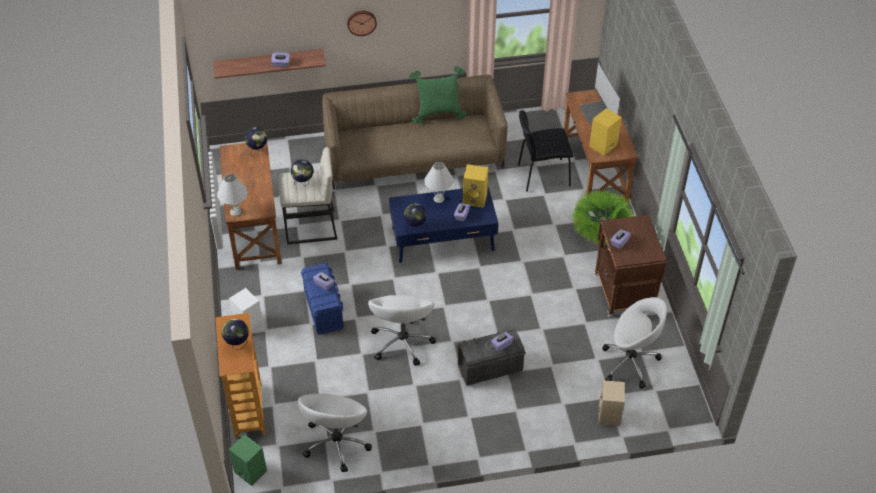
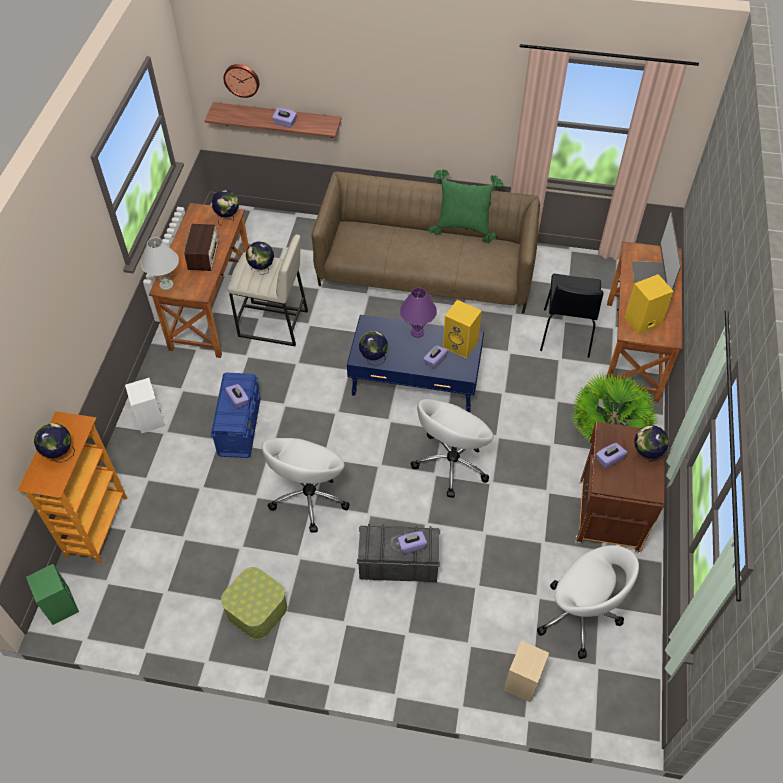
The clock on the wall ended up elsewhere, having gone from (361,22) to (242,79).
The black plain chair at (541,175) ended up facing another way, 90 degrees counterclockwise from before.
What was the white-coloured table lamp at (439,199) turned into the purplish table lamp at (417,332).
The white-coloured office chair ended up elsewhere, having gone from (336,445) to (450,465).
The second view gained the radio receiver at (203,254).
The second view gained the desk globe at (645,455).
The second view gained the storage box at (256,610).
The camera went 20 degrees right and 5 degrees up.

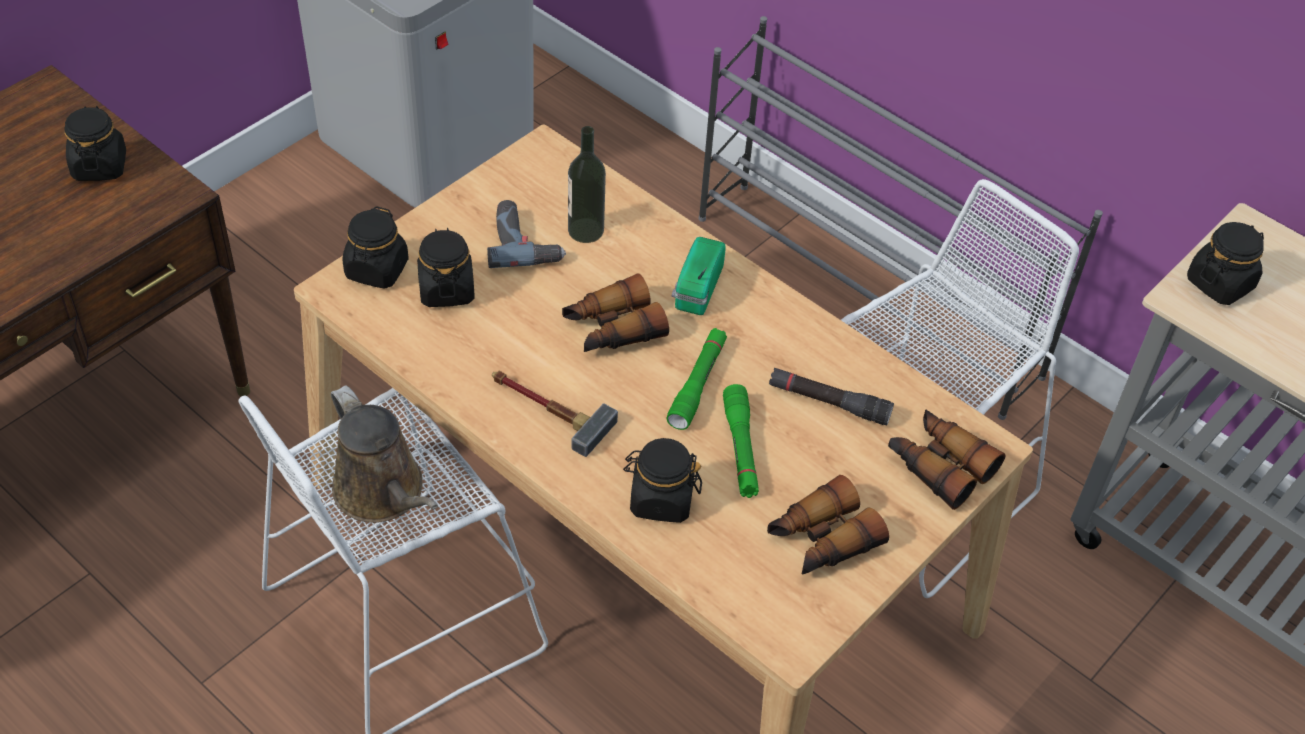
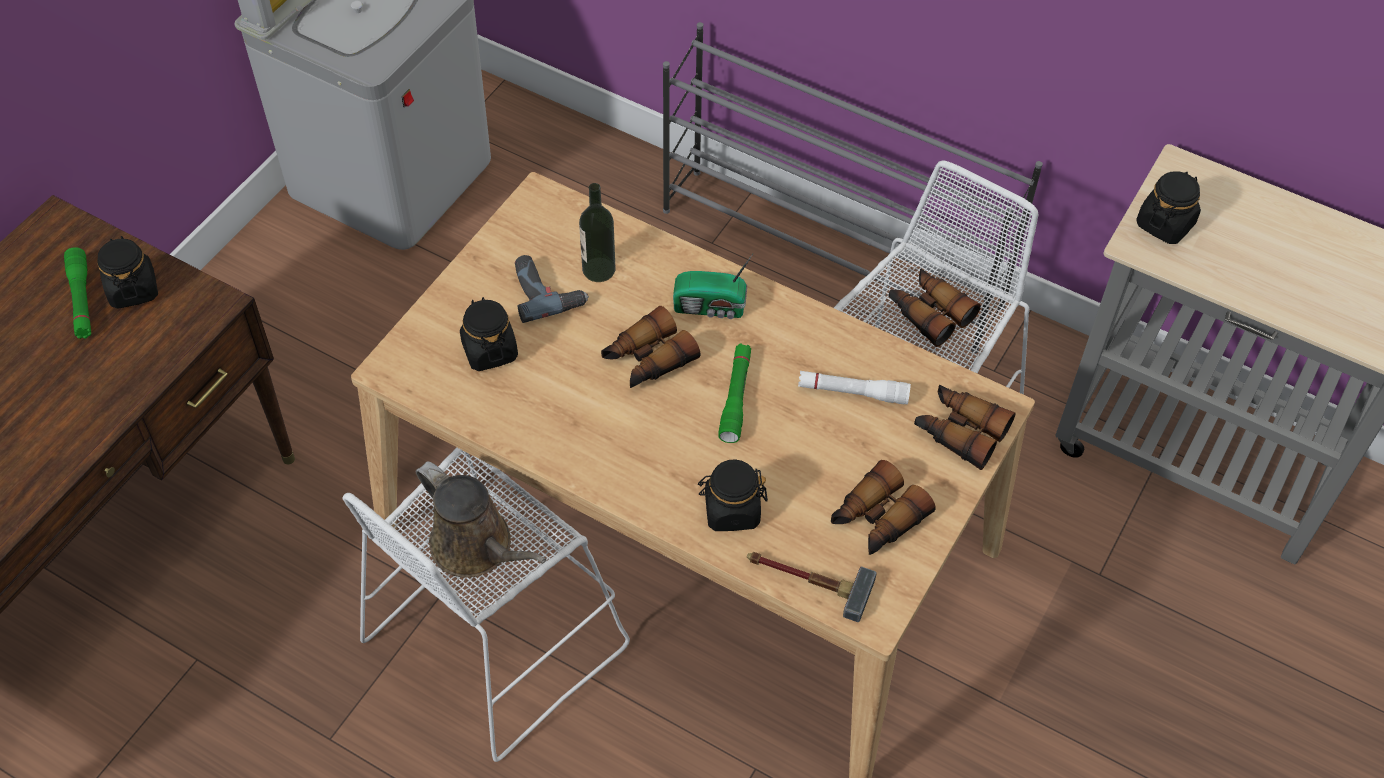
The second view lost the black preserve jar at (376,270).
The radio receiver at (696,289) ended up facing another way, 90 degrees counterclockwise from before.
What was the black flashlight at (828,402) turned into the white-coloured flashlight at (852,392).
The hand hammer ended up elsewhere, having gone from (546,409) to (806,580).
The green-coloured flashlight ended up elsewhere, having gone from (740,448) to (81,300).
The second view gained the field glasses at (929,312).
The camera went 10 degrees left and 5 degrees up.

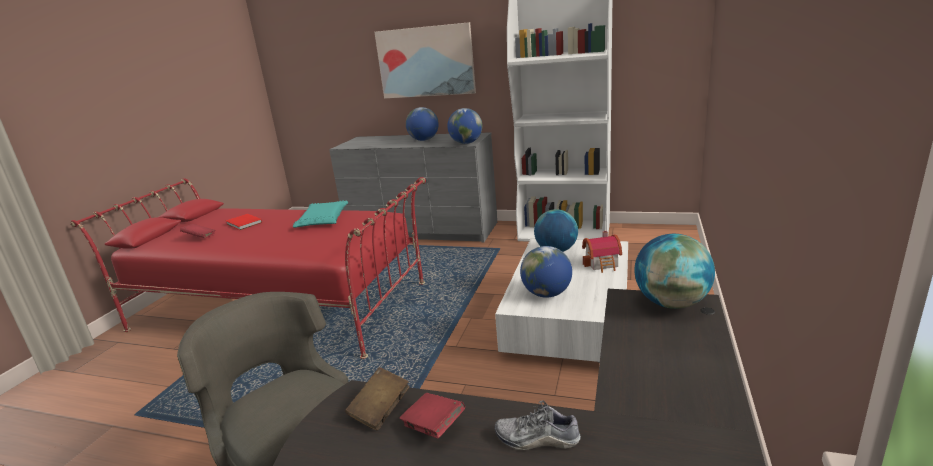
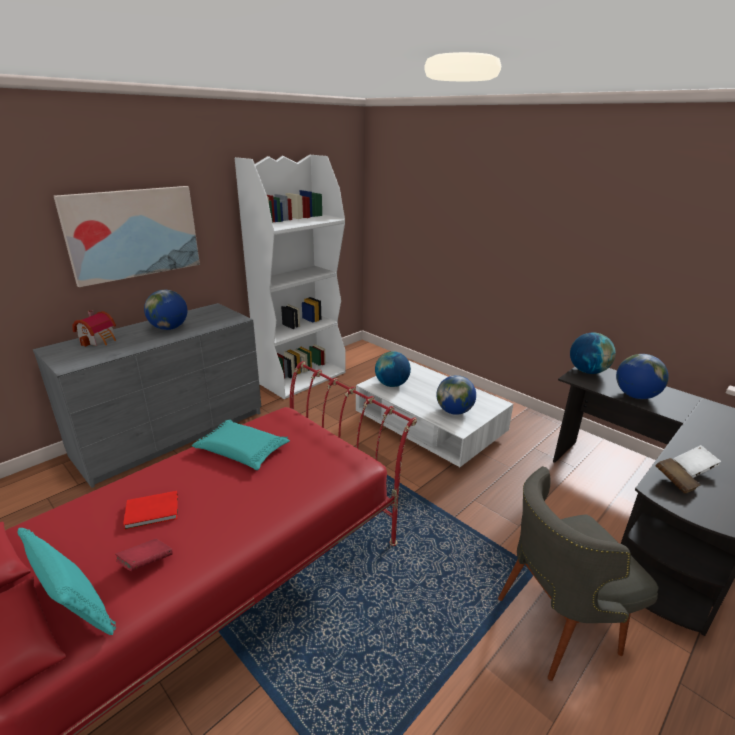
The desk globe ended up elsewhere, having gone from (466,143) to (635,396).
The miniature house ended up elsewhere, having gone from (603,264) to (99,340).
What was the red-coloured book at (433,426) turned into the white-coloured book at (693,469).
The second view lost the low shoe at (537,439).
The second view gained the turquoise-coloured pillow at (75,605).
The camera went 65 degrees left and 5 degrees up.

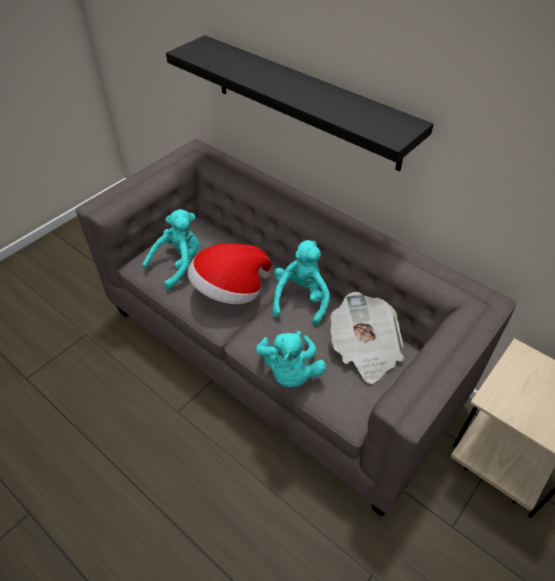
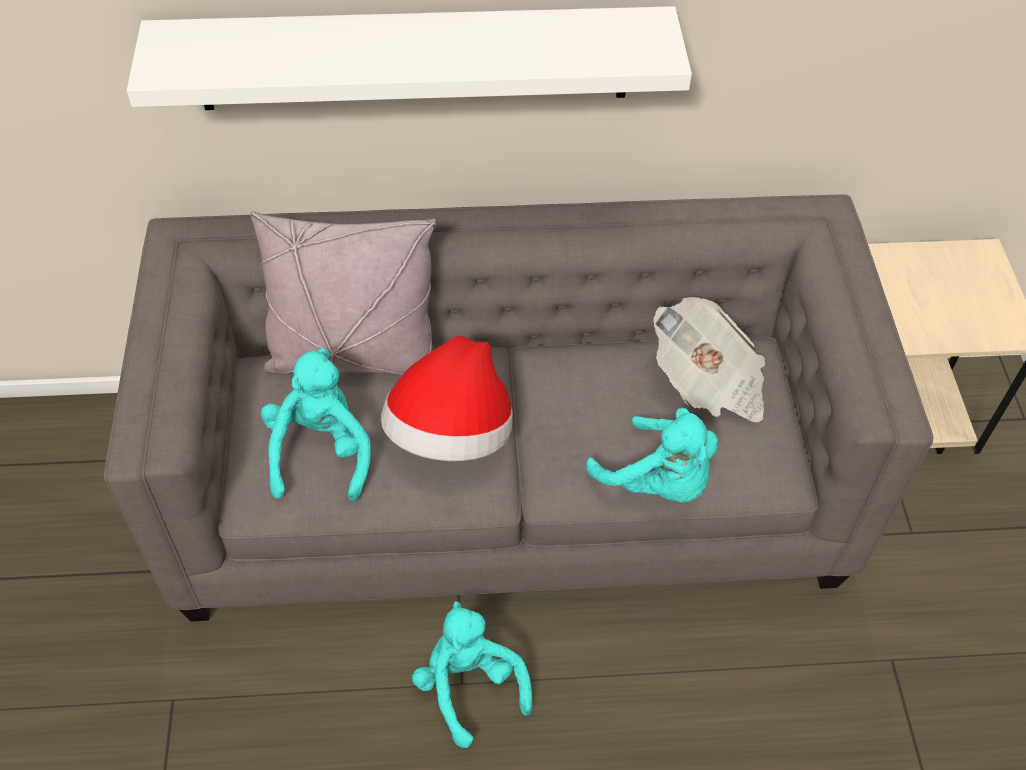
What was the black shelf at (305,101) turned into the white-coloured shelf at (414,58).
The turquoise-coloured cuddly toy ended up elsewhere, having gone from (301,299) to (469,686).
The second view gained the purplish pillow at (353,357).
The camera went 45 degrees left and 5 degrees up.

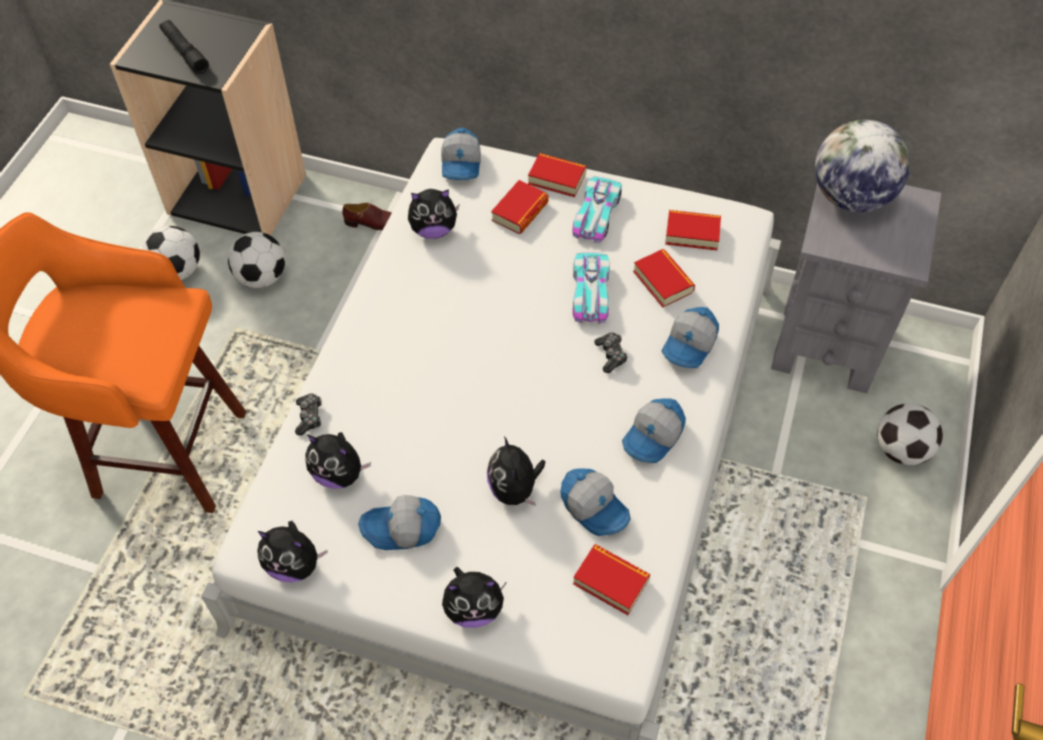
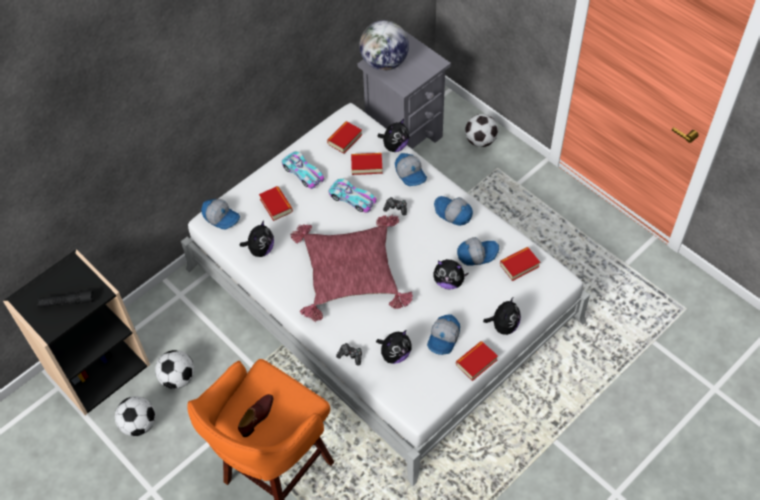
The book ended up elsewhere, having gone from (557,178) to (476,362).
The brownish low shoe ended up elsewhere, having gone from (373,223) to (257,417).
The peaked cap at (654,437) ended up facing another way, 150 degrees clockwise from before.
The cuddly toy ended up elsewhere, having gone from (294,564) to (395,146).
The second view gained the red-coloured pillow at (351,269).
The camera went 60 degrees left and 0 degrees up.

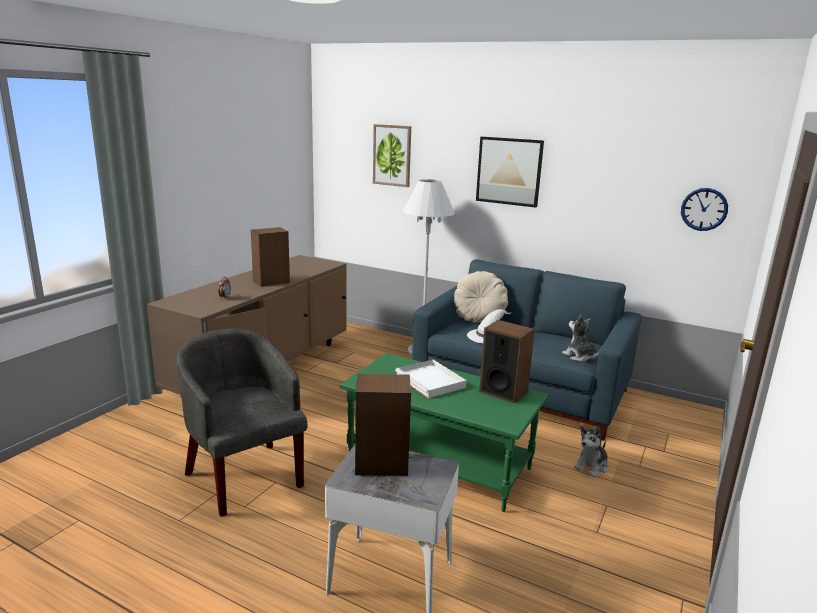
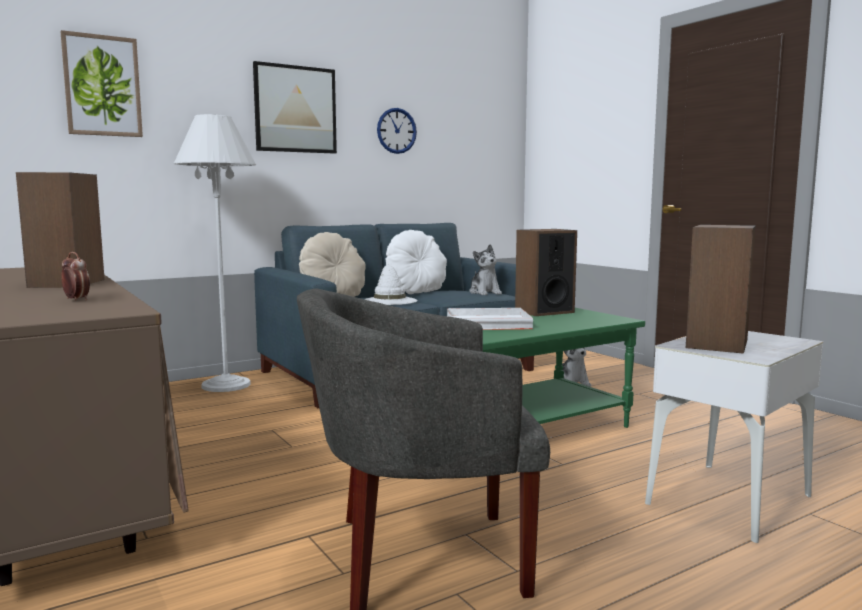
The clock on the wall ended up elsewhere, having gone from (704,209) to (396,131).
The cuddly toy at (579,357) ended up facing another way, 105 degrees counterclockwise from before.
The second view gained the white-coloured pillow at (416,292).
The camera went 60 degrees left and 10 degrees down.

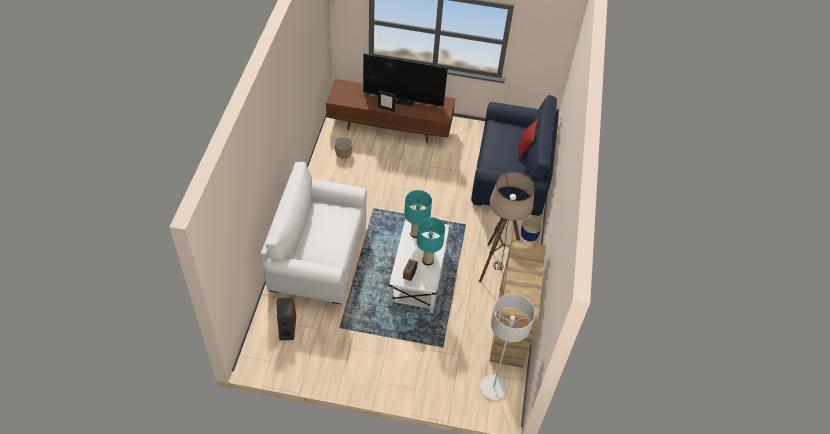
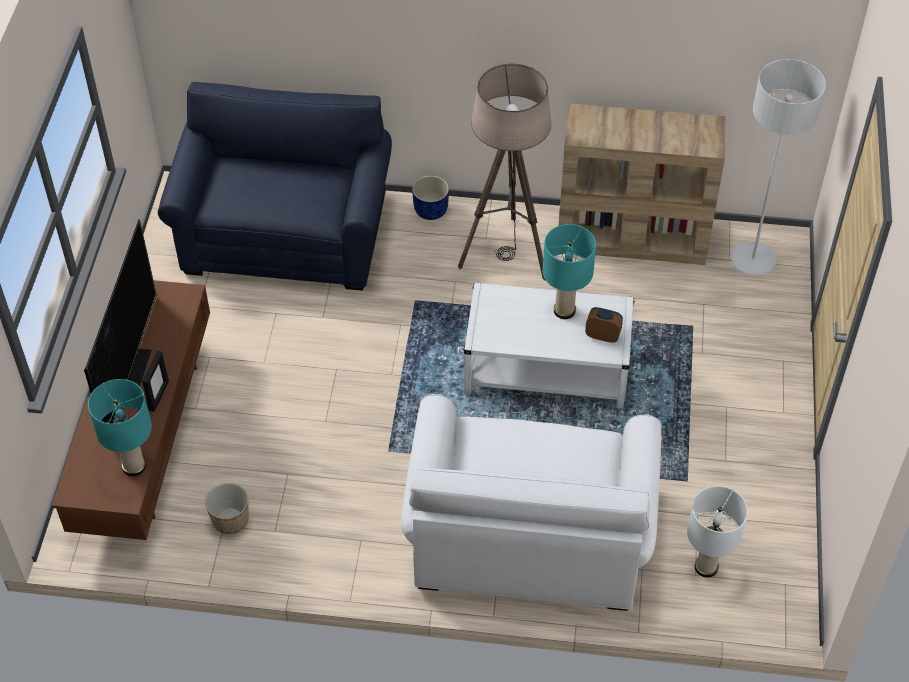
The second view lost the red-coloured pillow at (525,149).
The turquoise-coloured table lamp ended up elsewhere, having gone from (415,233) to (133,466).
Where the speaker stood at (287,327), the white-coloured table lamp came to stand at (705,567).
The camera went 90 degrees left and 0 degrees up.

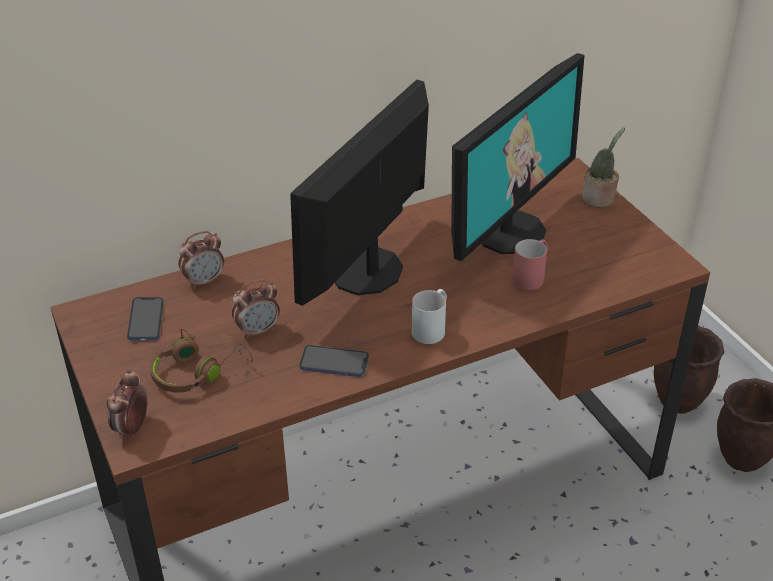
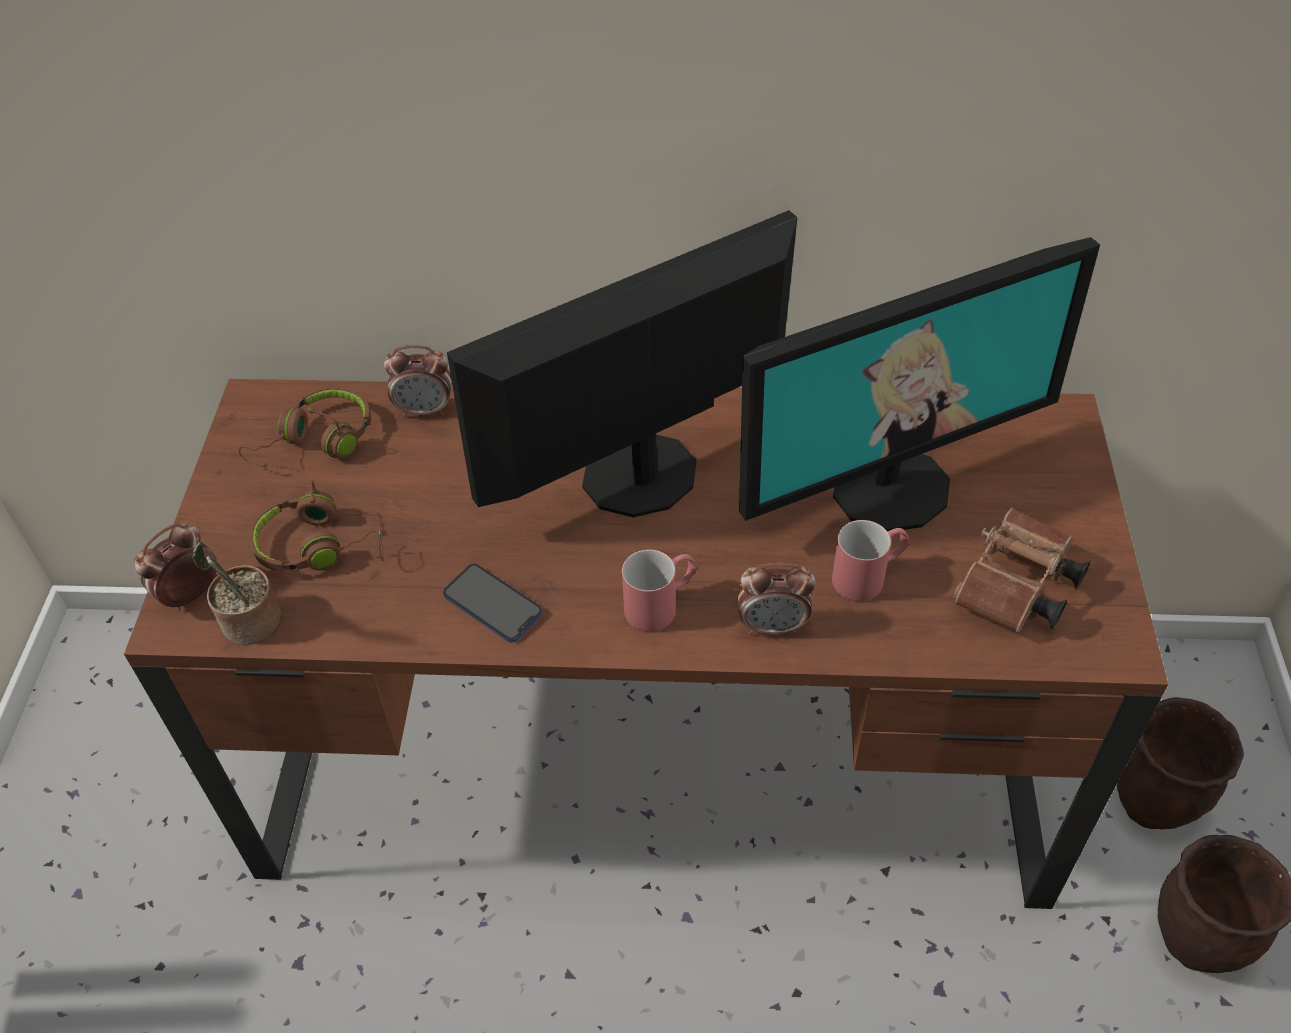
The houseplant ended up elsewhere, having gone from (599,199) to (250,625).
The table clock ended up elsewhere, having gone from (258,330) to (773,626).
What was the white-coloured tea mug at (432,328) turned into the red-coloured tea mug at (661,604).
Where the handset stood at (146,320), the brownish pair of headphones came to stand at (317,442).
The second view gained the brownish field glasses at (1015,590).
The camera went 30 degrees right and 10 degrees up.

